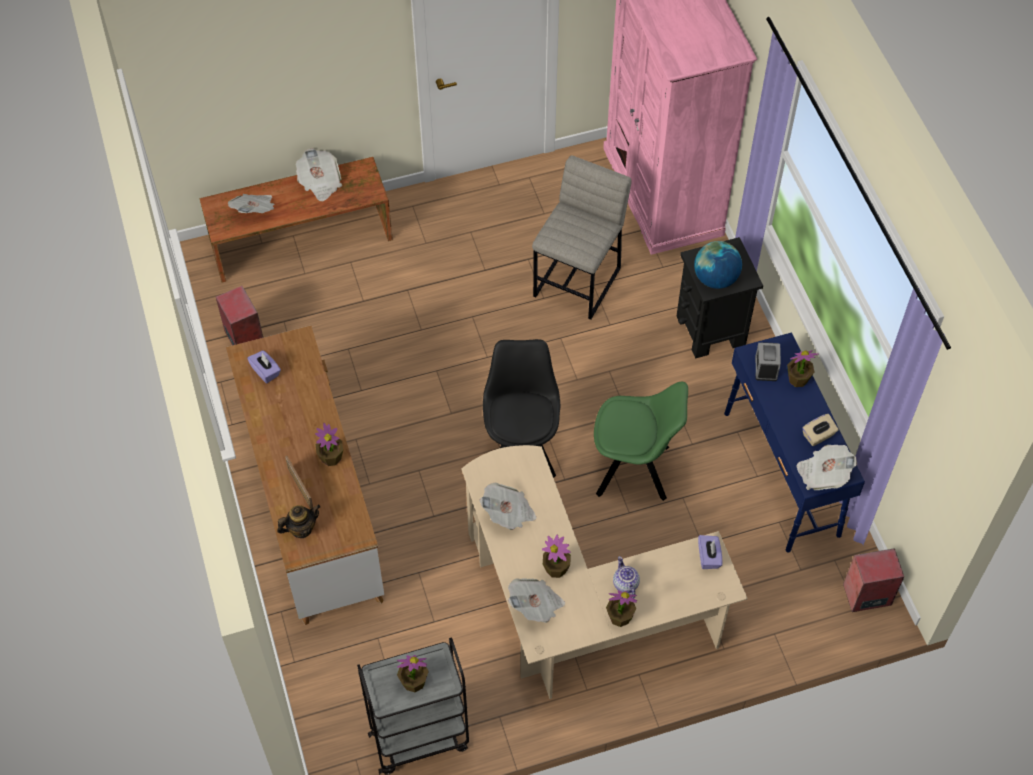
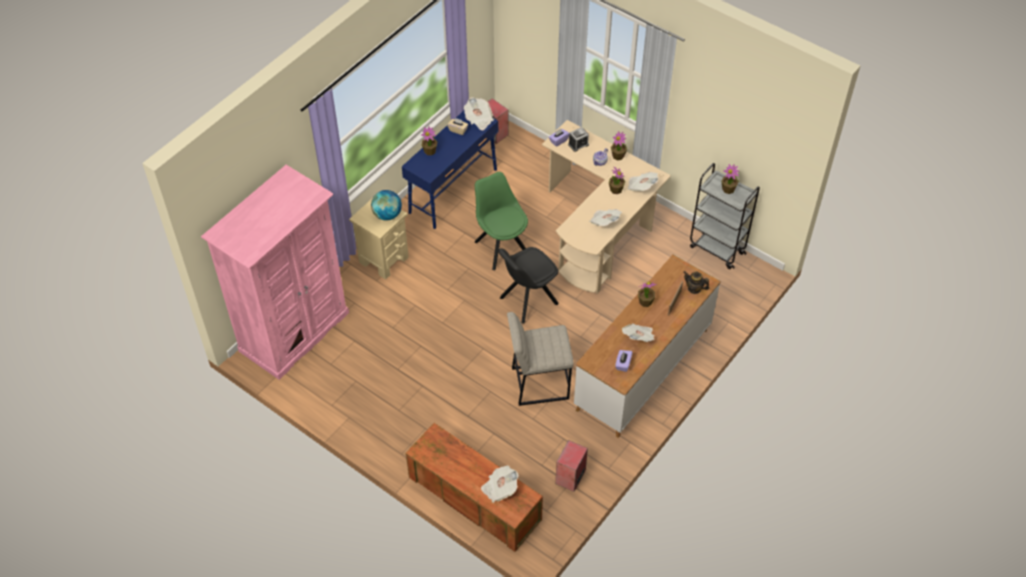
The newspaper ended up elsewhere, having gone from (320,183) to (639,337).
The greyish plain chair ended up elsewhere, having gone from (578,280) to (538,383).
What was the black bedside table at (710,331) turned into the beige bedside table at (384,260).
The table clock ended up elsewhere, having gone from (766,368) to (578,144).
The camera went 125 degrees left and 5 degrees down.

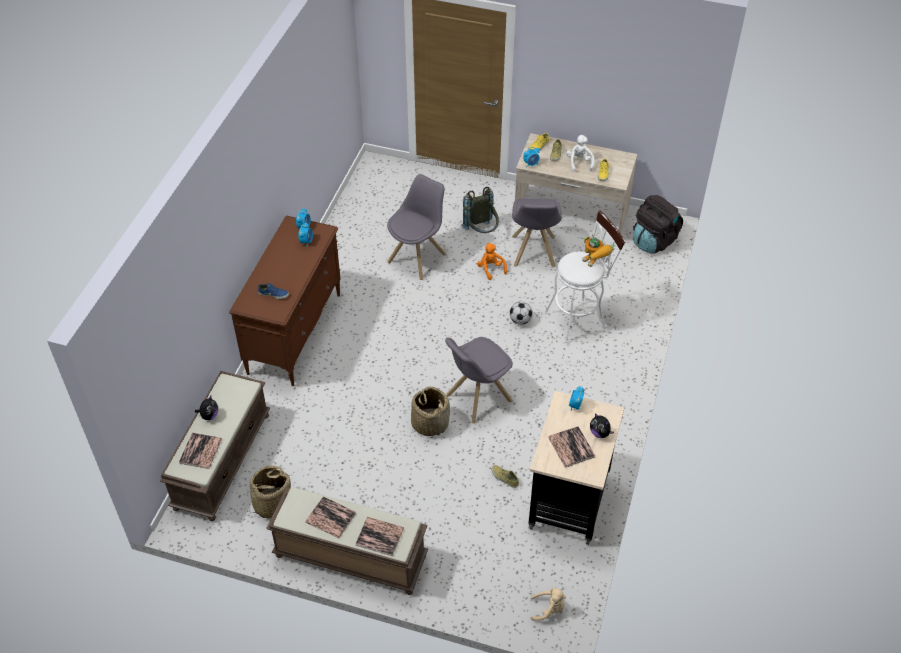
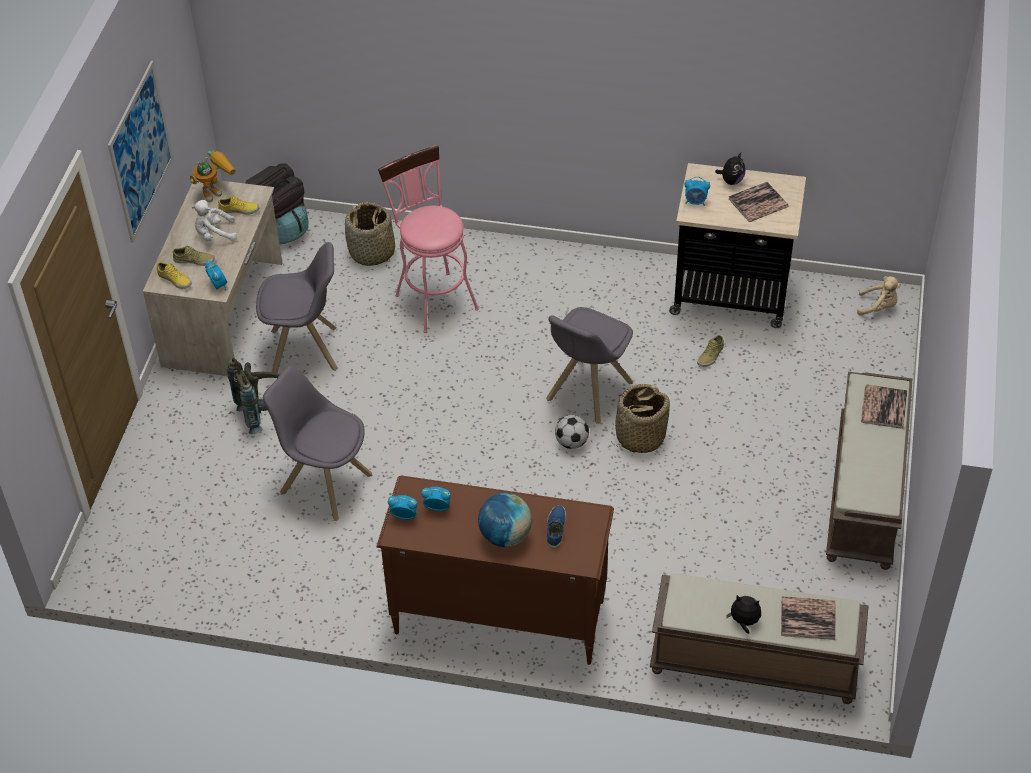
What was the white-coloured stool at (579,318) turned into the pink-coloured stool at (433,297).
The robot figure ended up elsewhere, having gone from (595,263) to (216,190).
The second view lost the orange cuddly toy at (491,269).
The football ended up elsewhere, having gone from (520,320) to (572,442).
The greyish plain chair at (478,398) ended up facing another way, 75 degrees clockwise from before.
The storage basket ended up elsewhere, having gone from (272,504) to (372,252).
The second view lost the book at (330,518).
The beige cuddly toy at (548,609) ended up facing another way, 105 degrees clockwise from before.
The second view gained the wall art at (140,151).
The second view gained the desk globe at (505,536).
The camera went 95 degrees left and 0 degrees up.

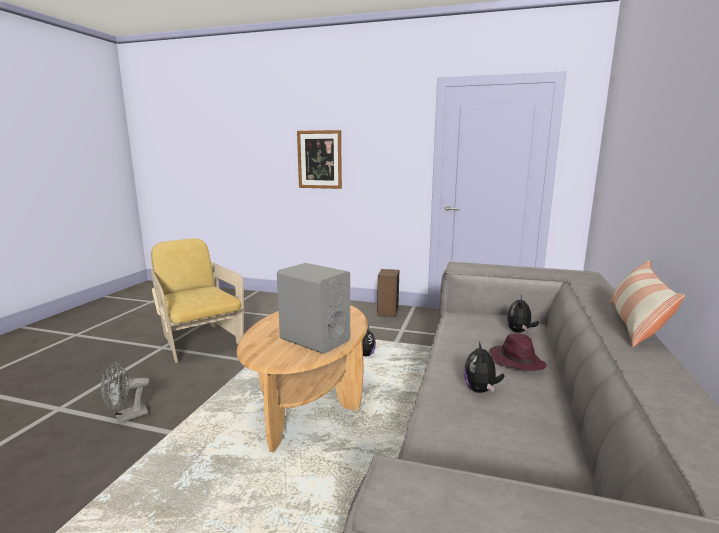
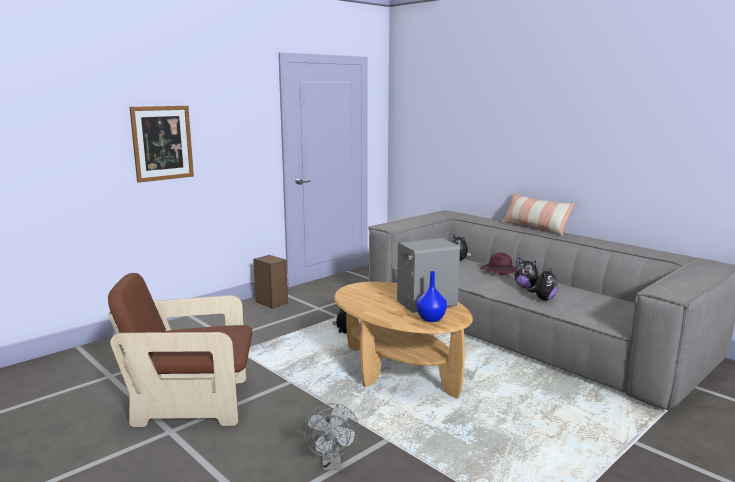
What was the yellow-coloured armchair at (199,342) turned into the brownish armchair at (193,405).
The second view gained the cuddly toy at (543,299).
The second view gained the blue vase at (431,319).
The camera went 60 degrees left and 0 degrees up.

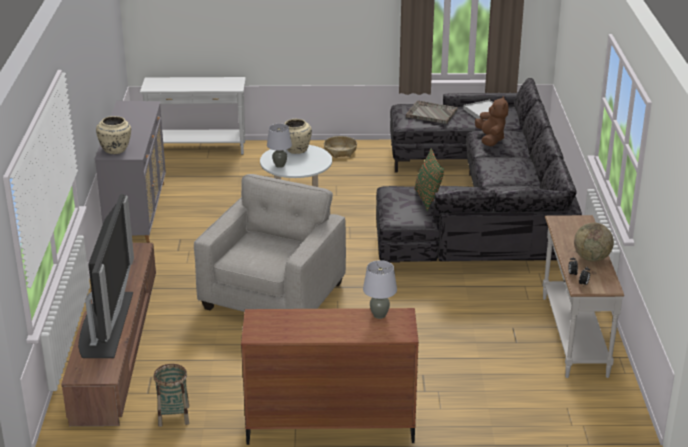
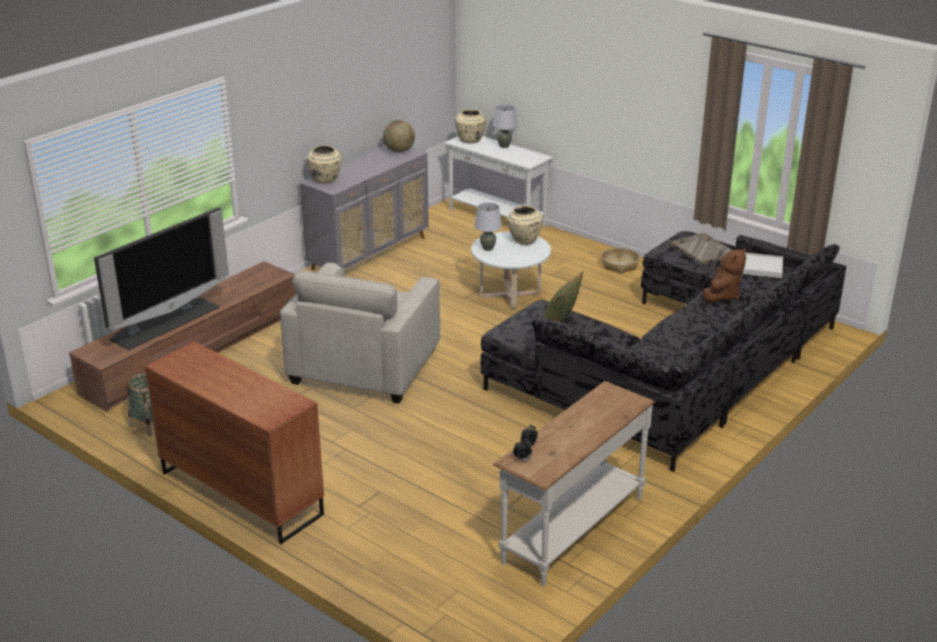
The greyish armchair at (273,296) ended up facing another way, 135 degrees clockwise from before.
The desk globe ended up elsewhere, having gone from (591,258) to (399,151).
The greyish table lamp ended up elsewhere, having gone from (379,315) to (504,146).
The second view gained the beige vase at (470,140).
The camera went 40 degrees right and 0 degrees up.

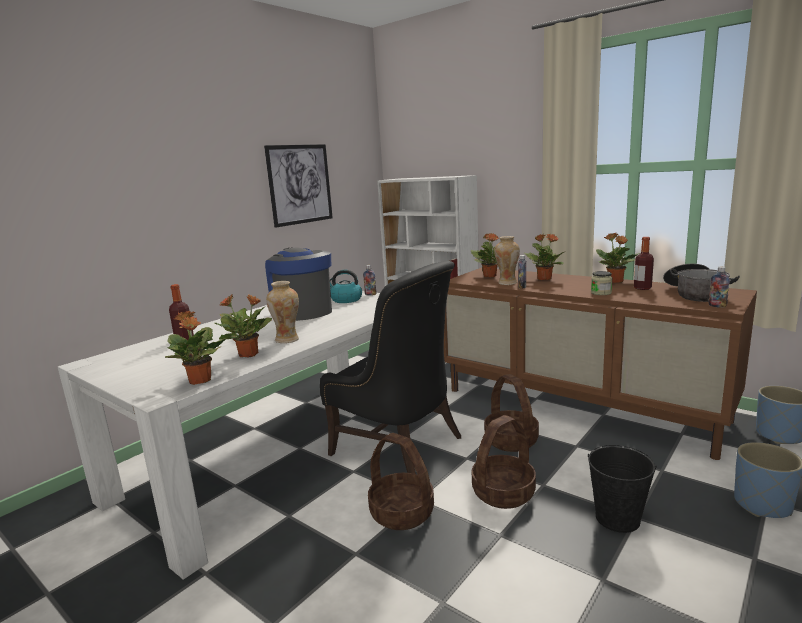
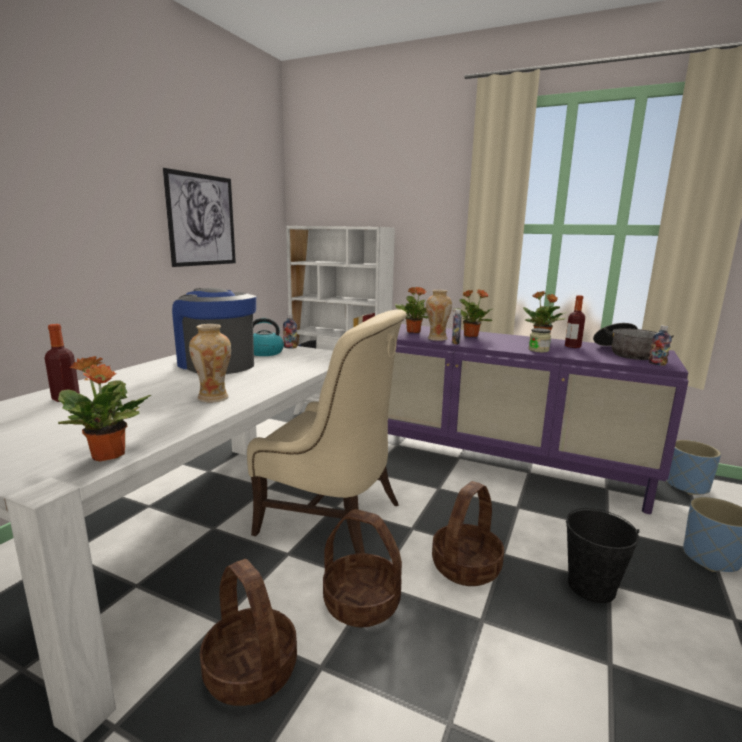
What was the black plain chair at (399,445) turned into the beige plain chair at (333,518).
What was the brownish cabinet at (577,406) turned into the purplish cabinet at (501,464).
The second view lost the houseplant at (249,354).
The storage basket ended up elsewhere, having gone from (510,440) to (250,670).
The camera went 15 degrees left and 0 degrees up.

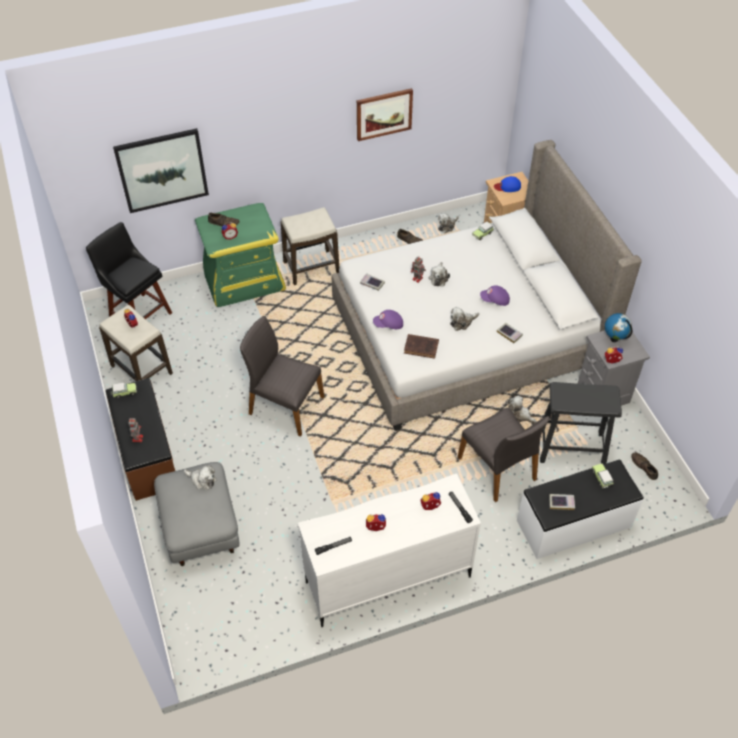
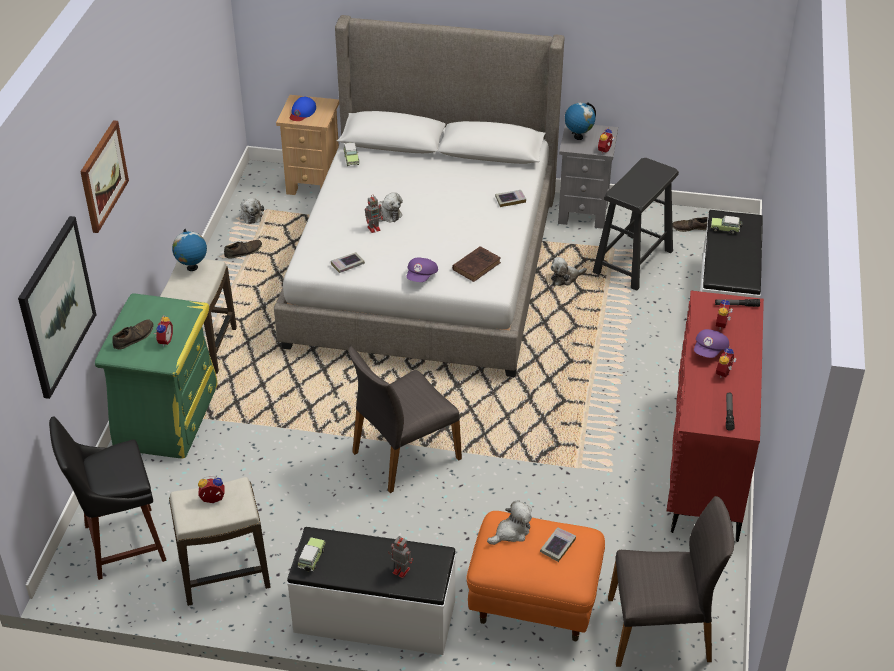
The wall art ended up elsewhere, having gone from (384,114) to (103,176).
The purplish peaked cap ended up elsewhere, having gone from (495,300) to (710,351).
The second view lost the cuddly toy at (462,322).
What was the brownish long seat at (146,454) turned into the white-coloured long seat at (374,617).
The greyish plain chair ended up elsewhere, having gone from (498,468) to (660,630).
What was the greyish footrest at (201,528) turned into the orange footrest at (533,602).
What was the white-coloured dresser at (387,578) turned into the red-coloured dresser at (706,462).
The book ended up elsewhere, having gone from (561,503) to (557,546).
The second view gained the desk globe at (192,268).
The camera went 60 degrees left and 10 degrees down.

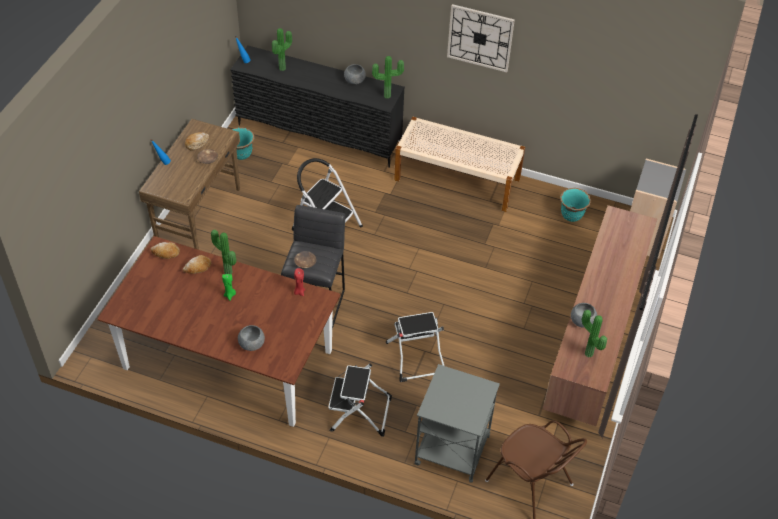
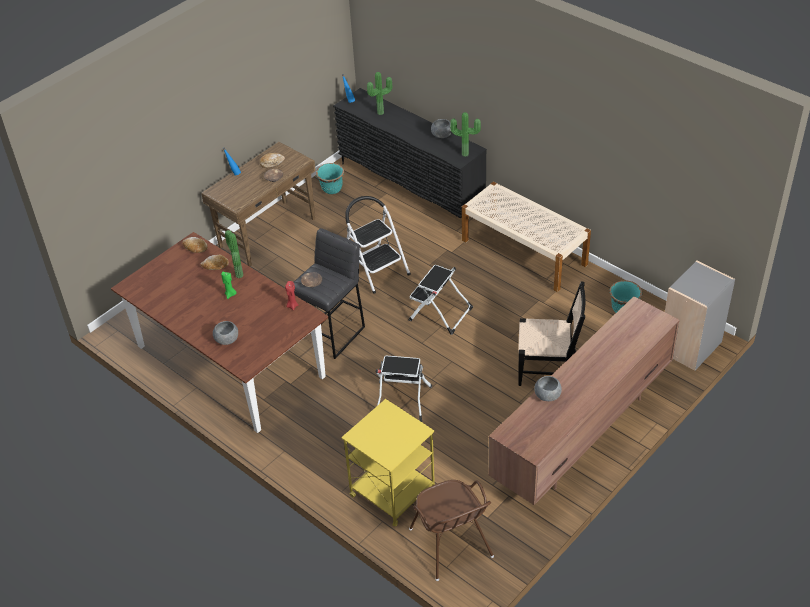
The second view lost the clock on the wall at (480,38).
The second view lost the houseplant at (587,354).
The step stool ended up elsewhere, having gone from (359,411) to (440,312).
What was the greyish trolley at (451,448) turned into the yellow-coloured trolley at (391,491).
The second view gained the plain chair at (548,370).
The camera went 25 degrees right and 5 degrees down.

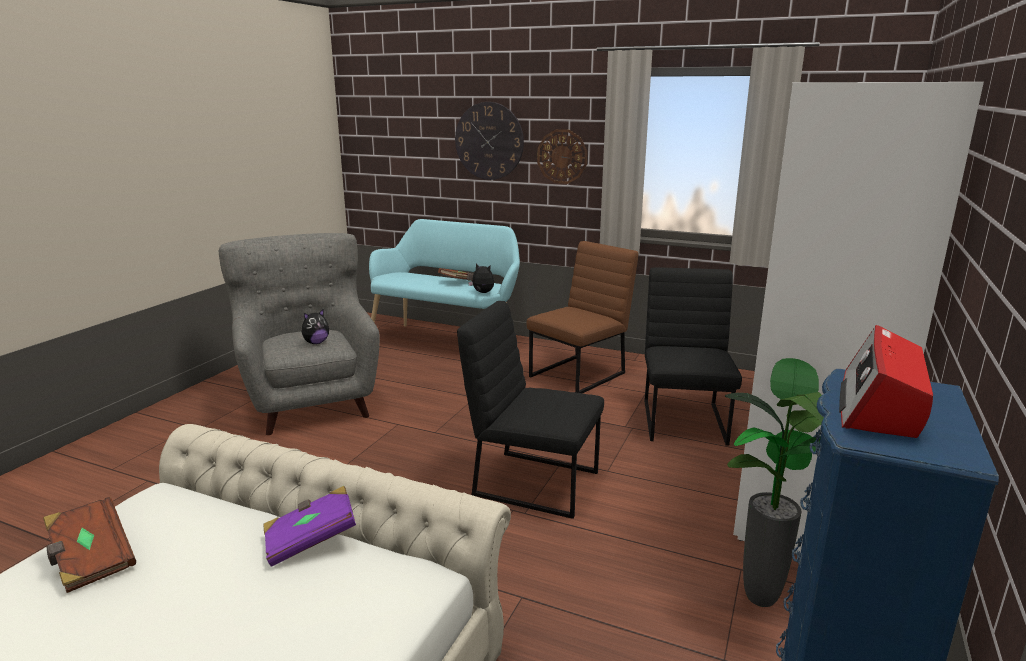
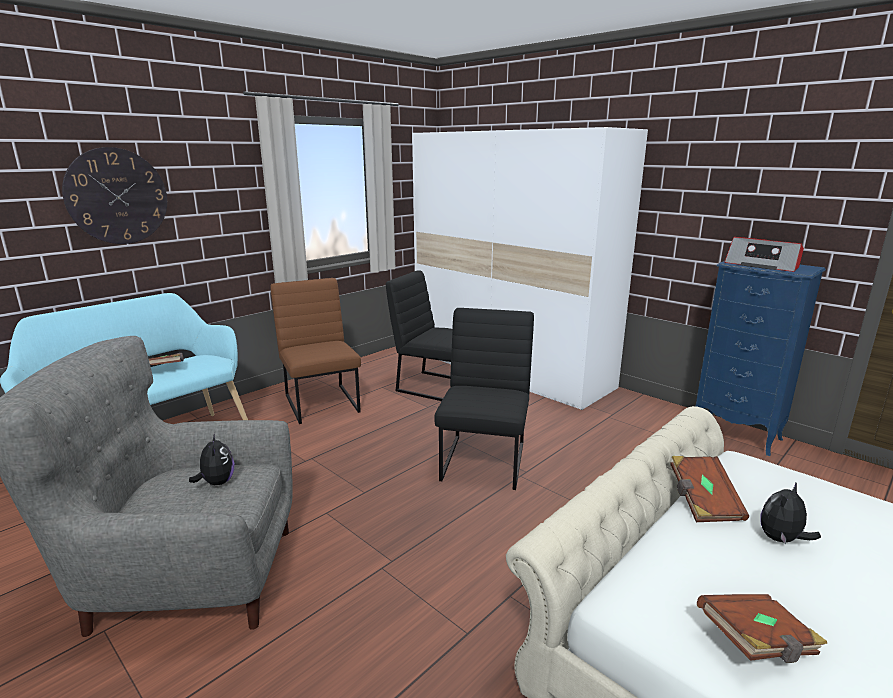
The second view lost the clock on the wall at (562,156).
The cuddly toy ended up elsewhere, having gone from (482,293) to (781,539).
The black plain chair at (532,482) ended up facing another way, 150 degrees clockwise from before.
The second view lost the houseplant at (761,599).
What was the purplish book at (311,540) turned into the brownish book at (703,501).
The camera went 70 degrees left and 0 degrees up.

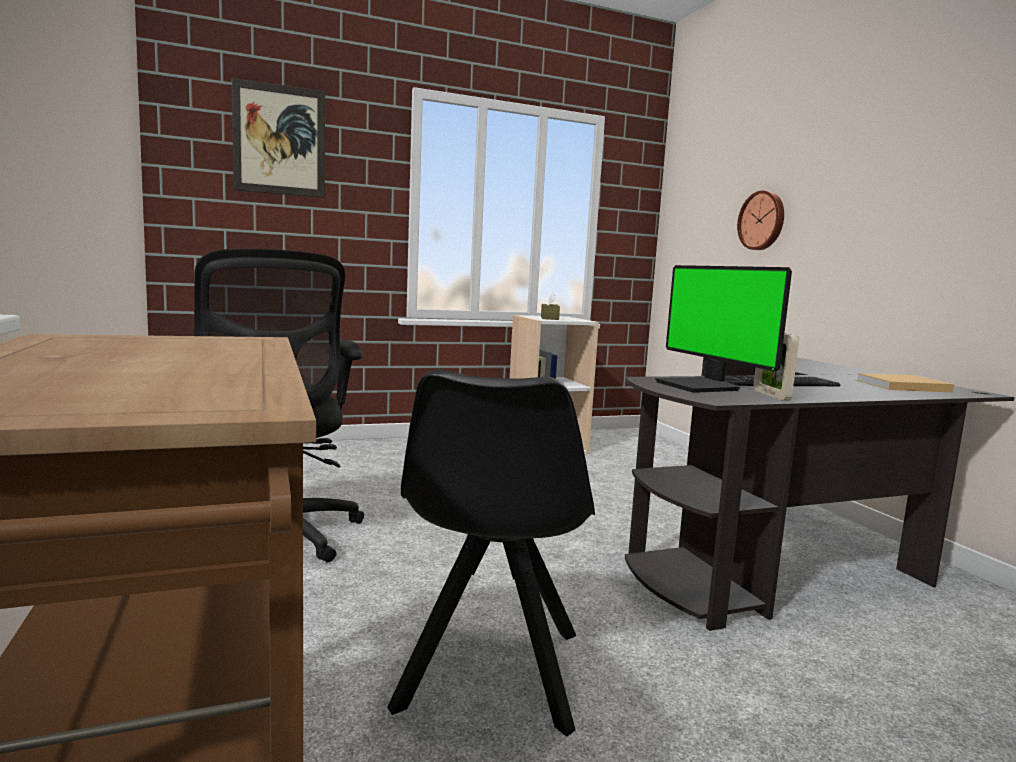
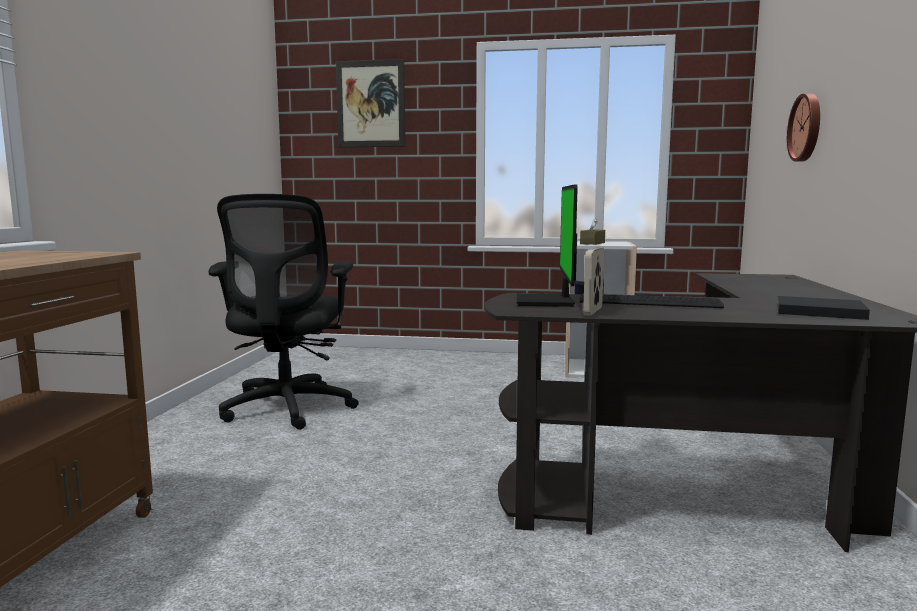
The second view lost the black plain chair at (489,673).
What was the beige book at (900,386) turned into the black book at (816,311).
The camera went 30 degrees right and 0 degrees up.

